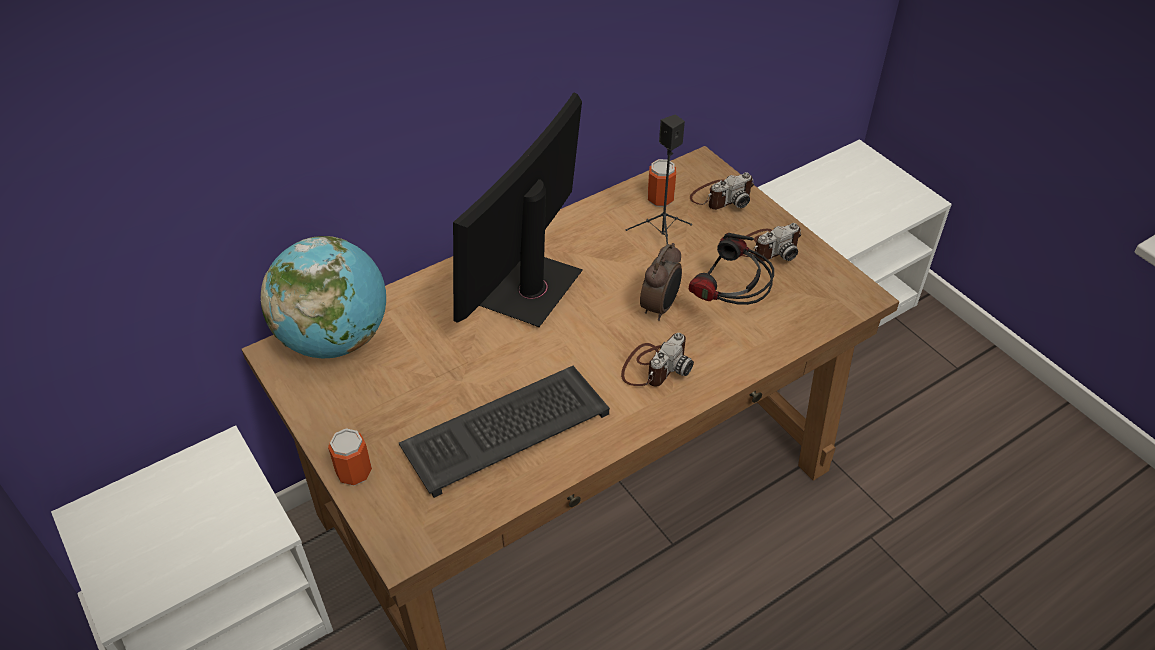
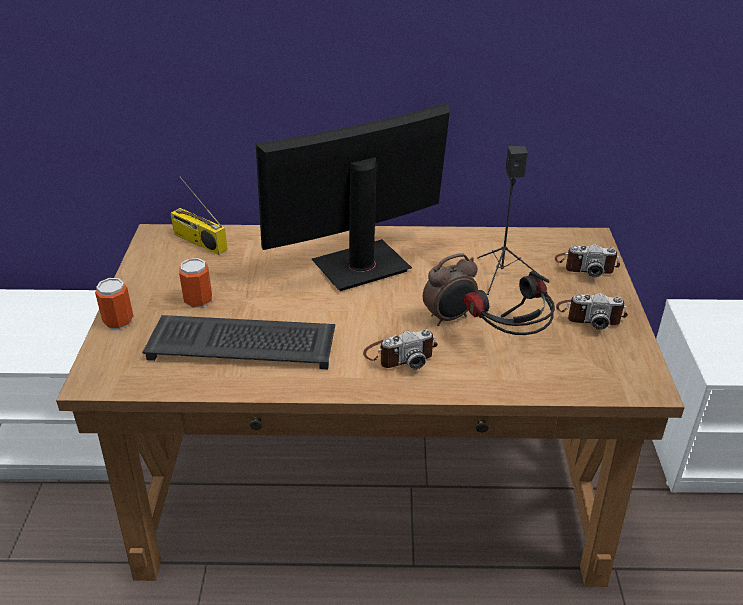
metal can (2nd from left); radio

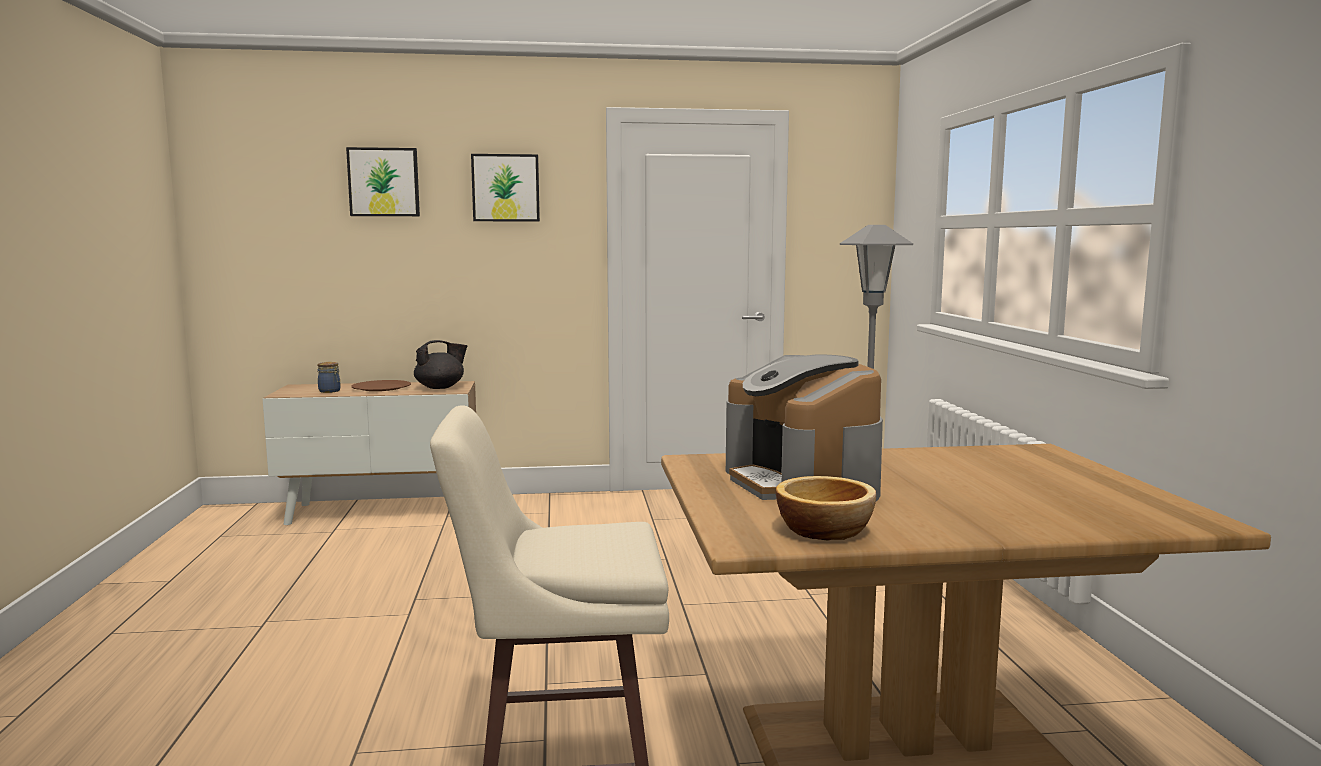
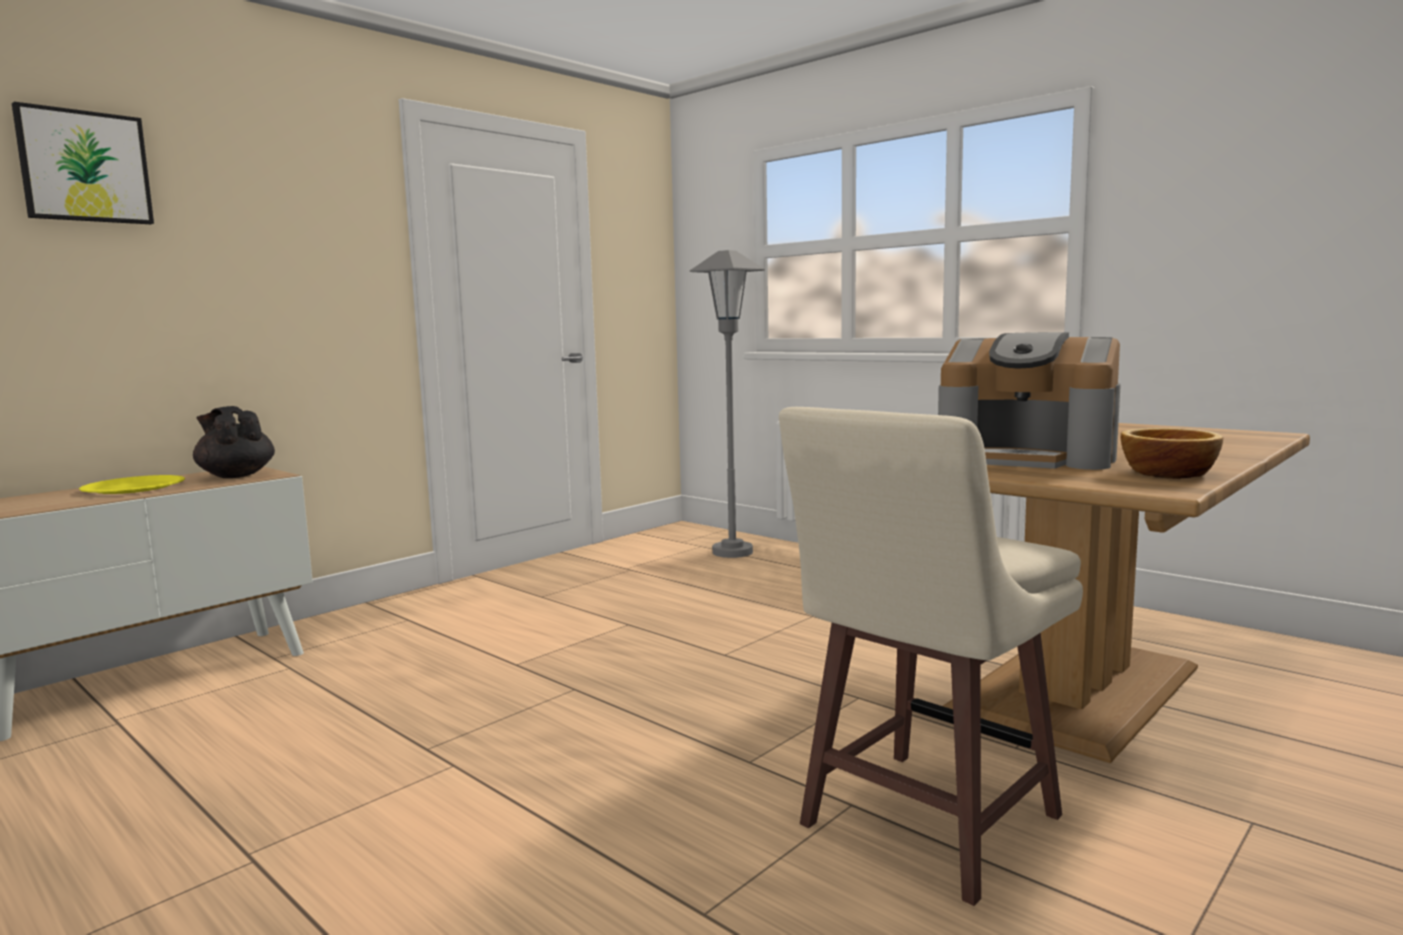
picture (2nd from left in the first image); blackish pot for tea; jar; yellow dinner plate

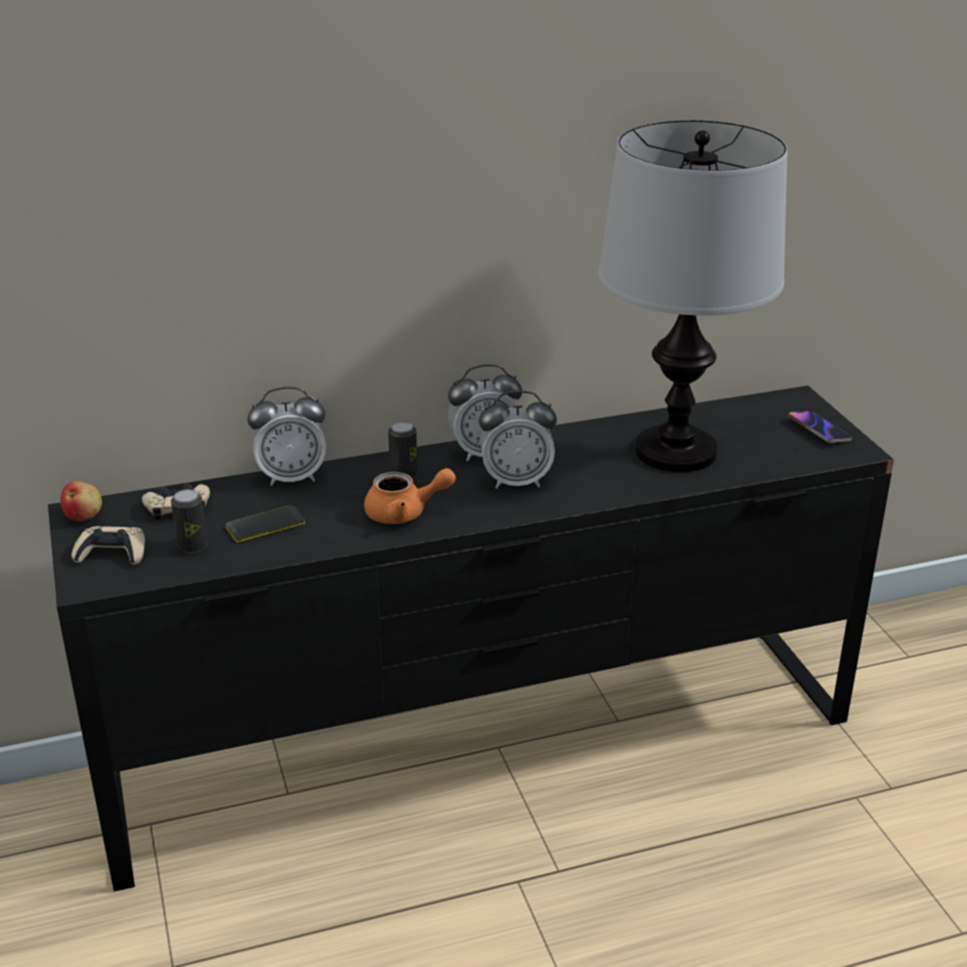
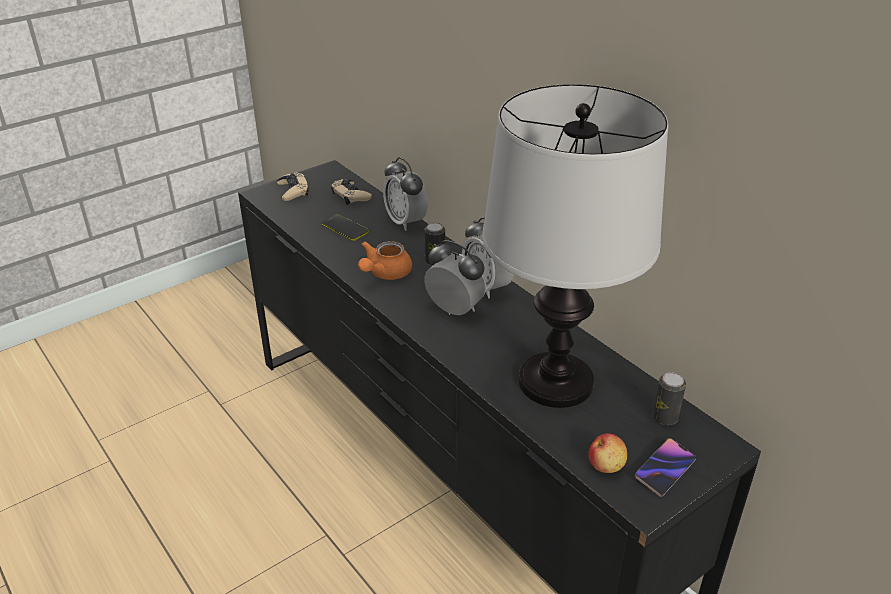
bedside clock (2nd from left); orangey pot for tea; apple fruit; metal can (2nd from left)

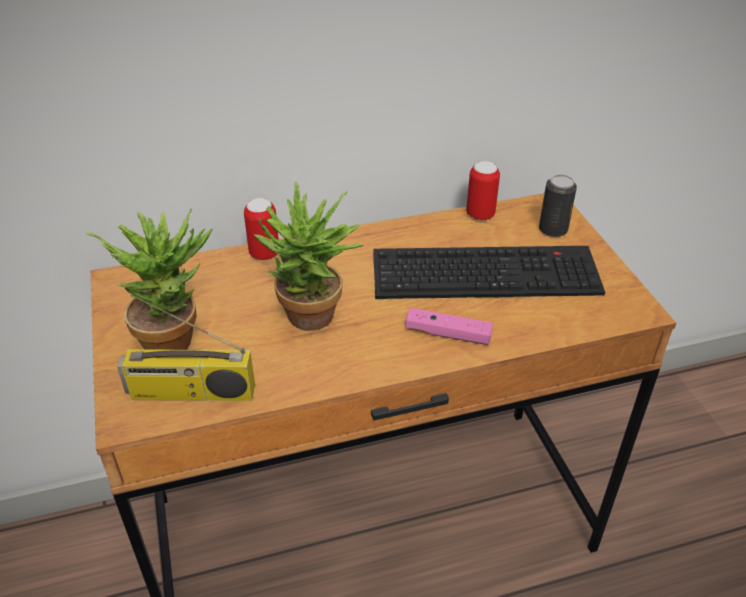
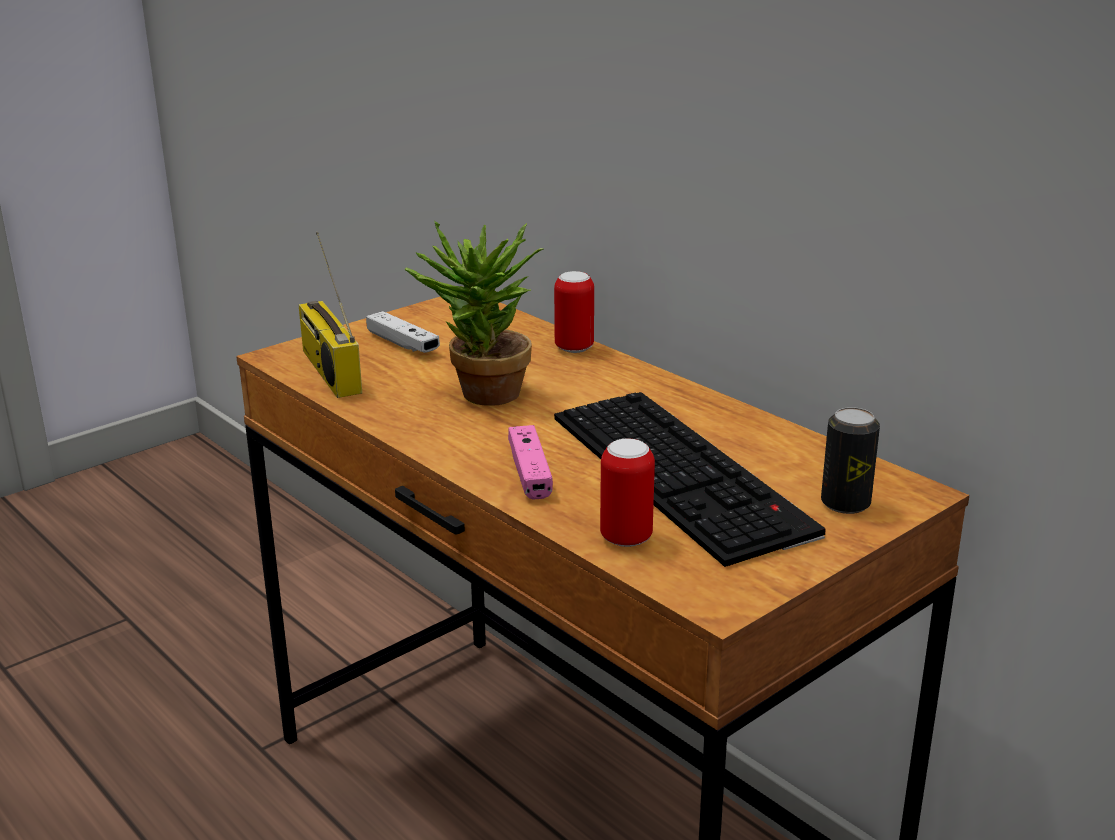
metal can (2nd from left); white game controller

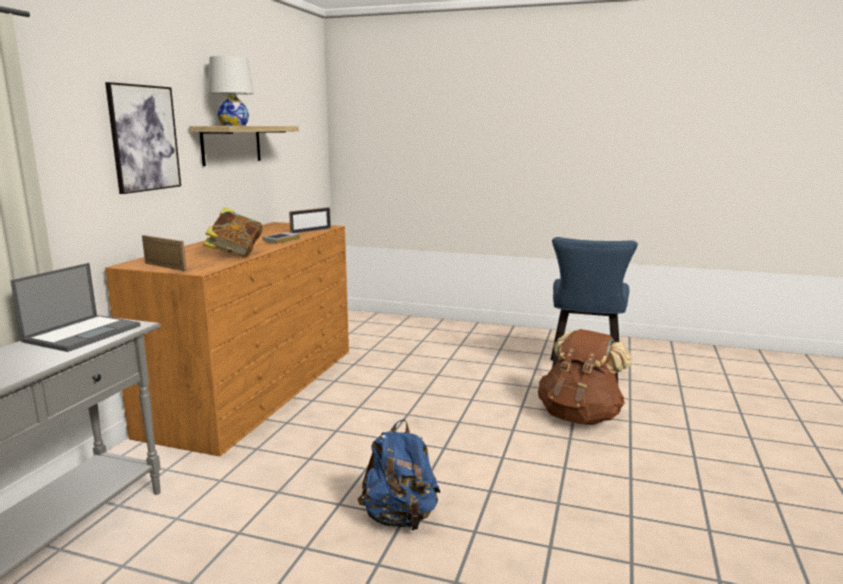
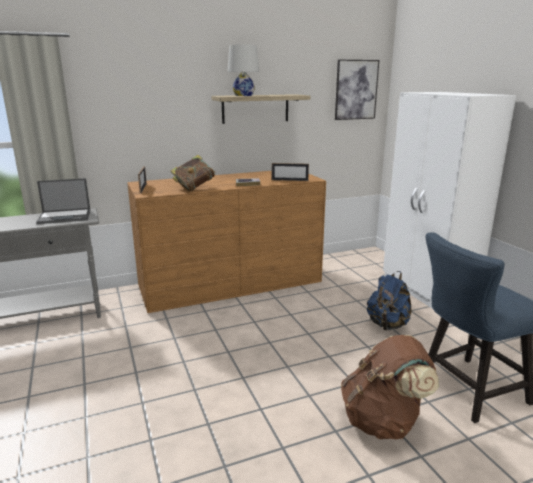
picture; blue knapsack; white wardrobe

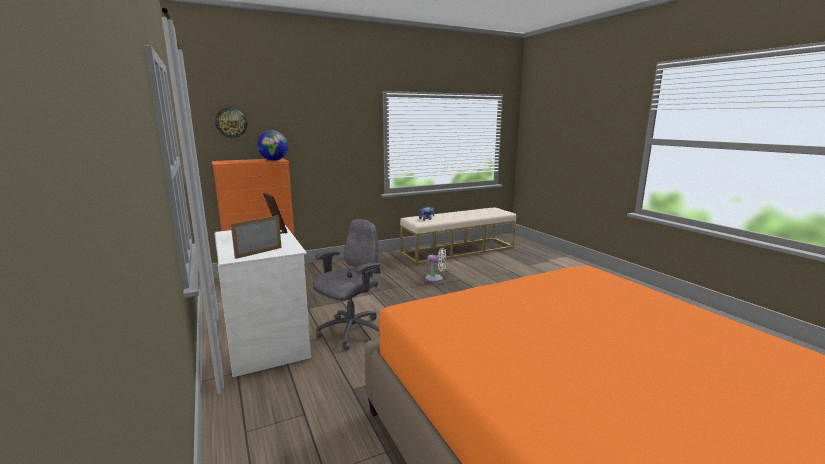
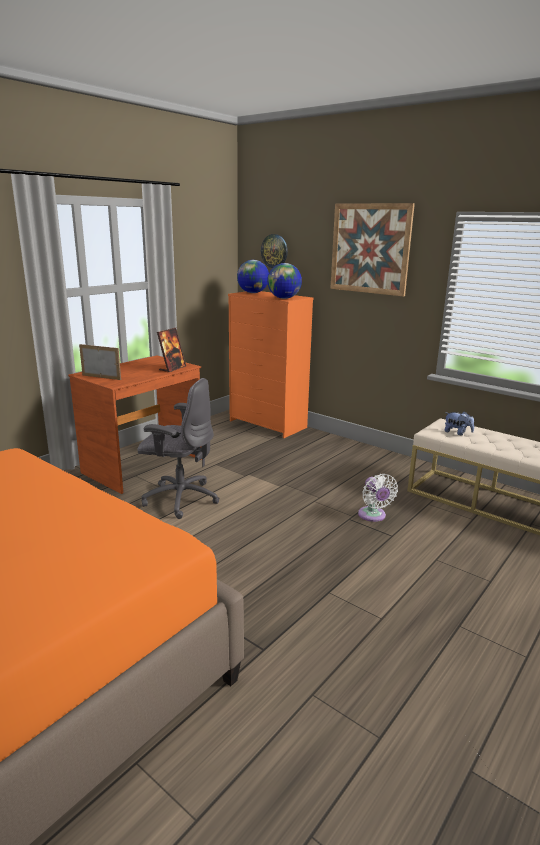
brown desk table; picture; desk globe (1st from left)

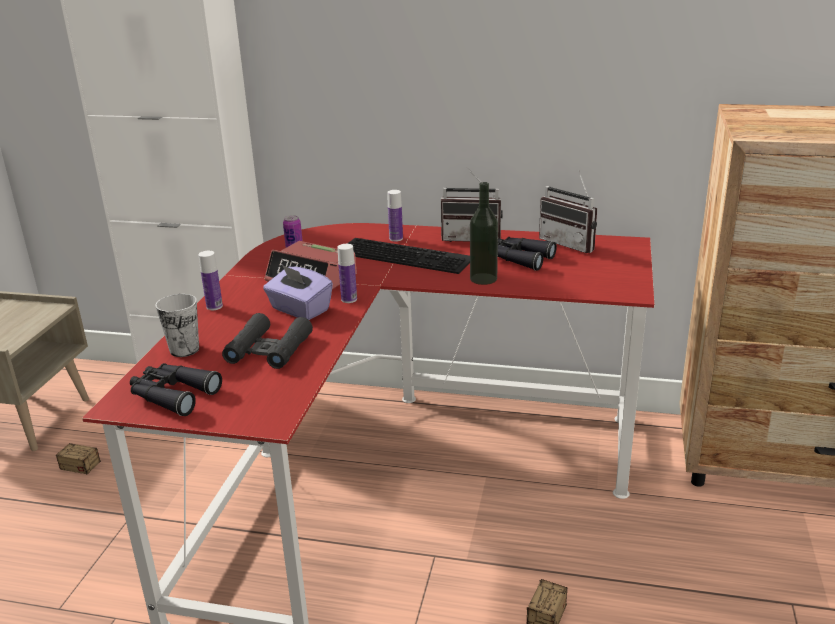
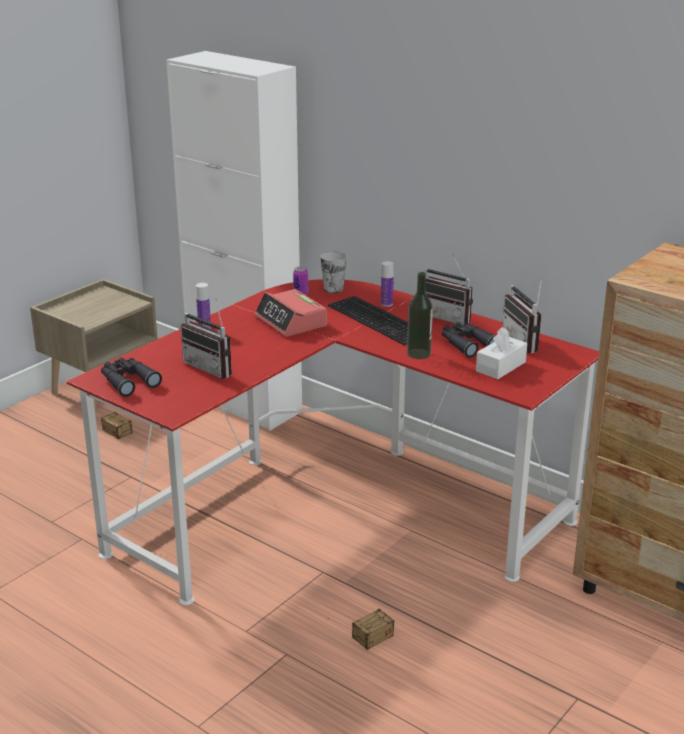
drink bottle (2nd from left in the first image); purplish tissue holder; cup; radio (1st from left); white tissue holder

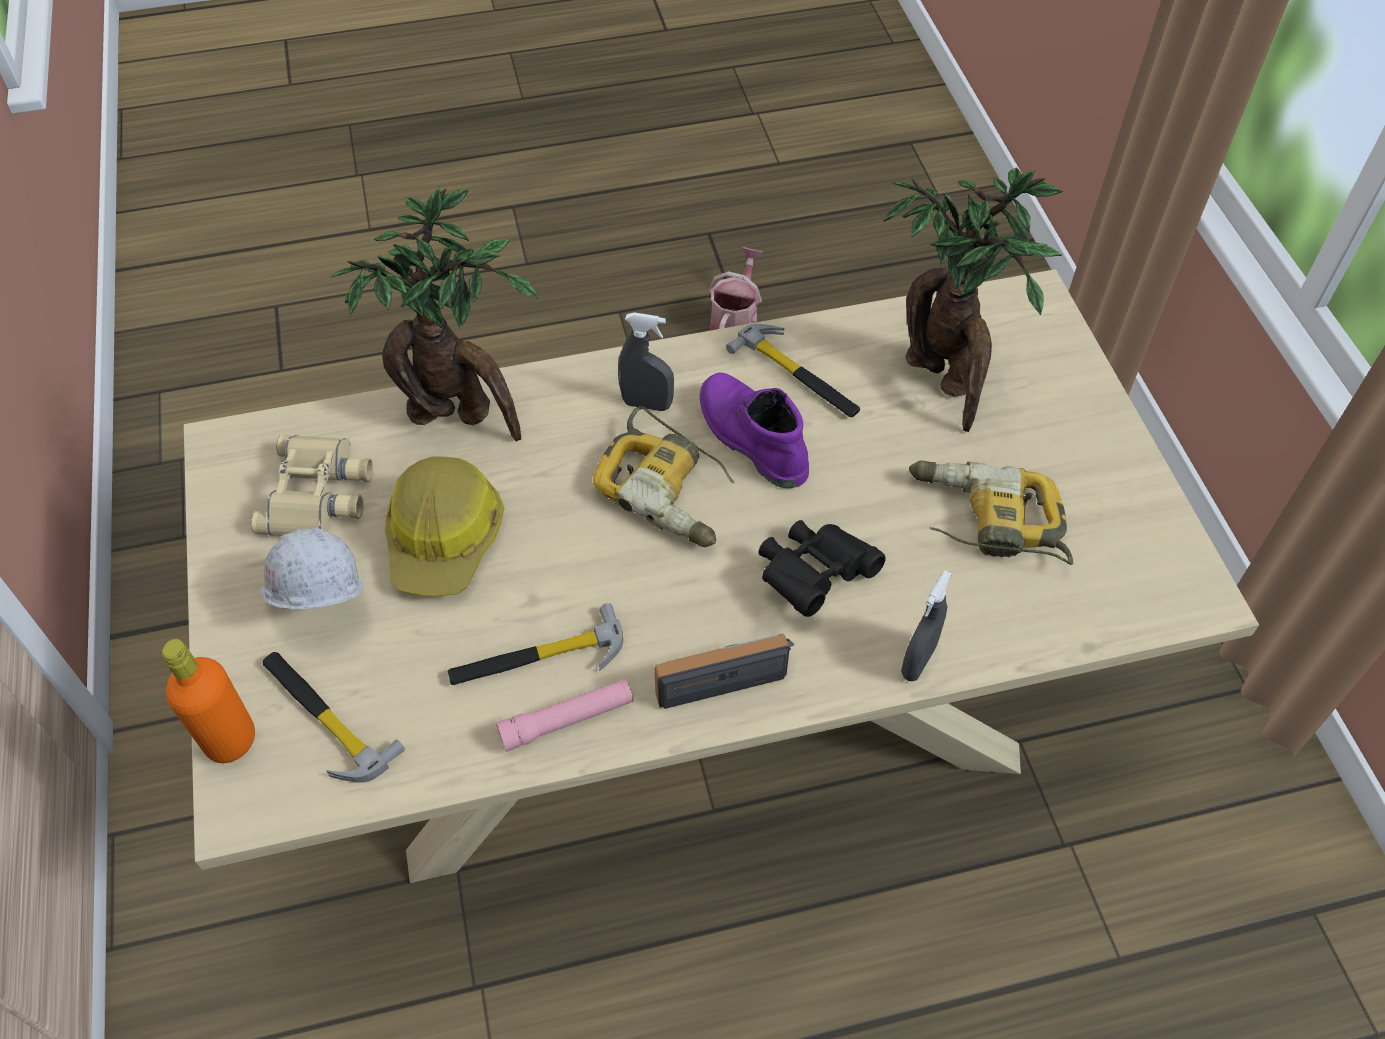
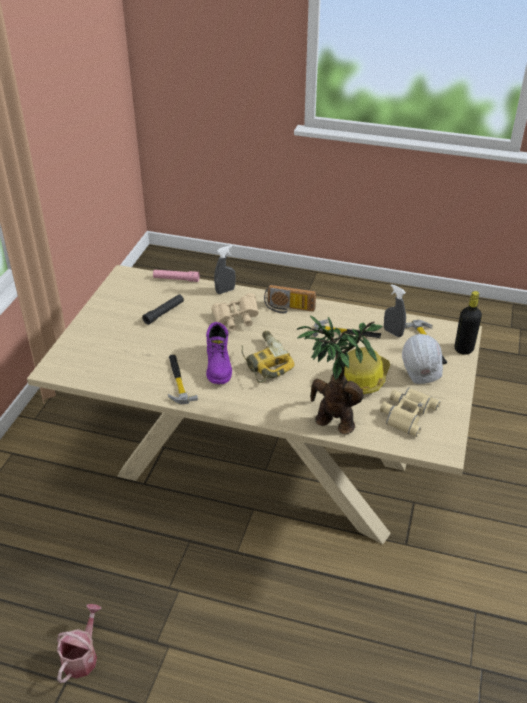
potted plant (2nd from left in the first image); watering can; greyish spray bottle (2nd from left); blackish flashlight; beige-coloured pair of binoculars (1st from left); blackish drink bottle; pinkish flashlight

